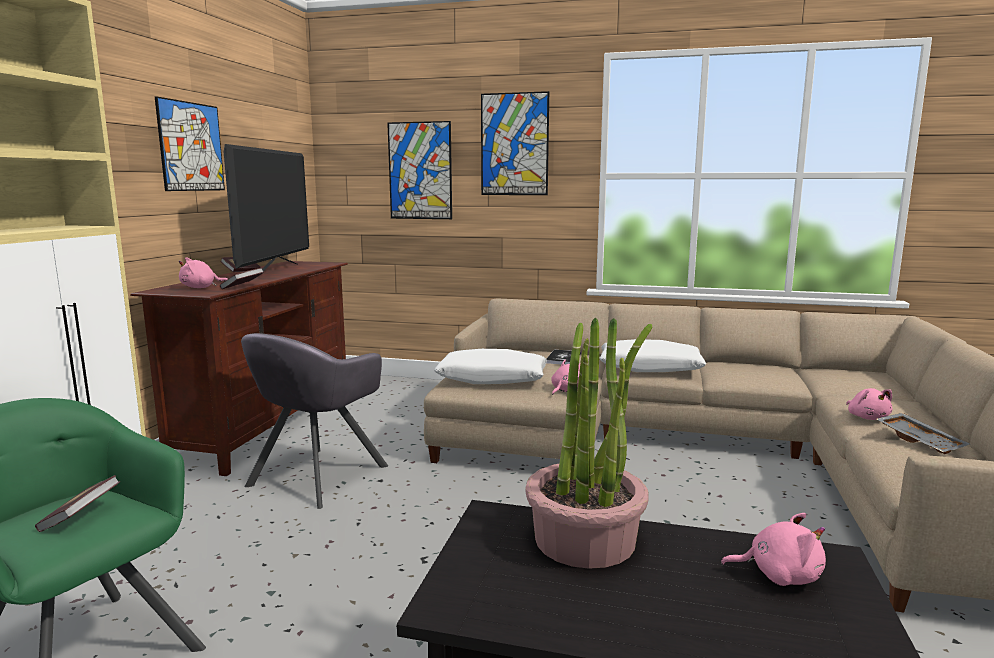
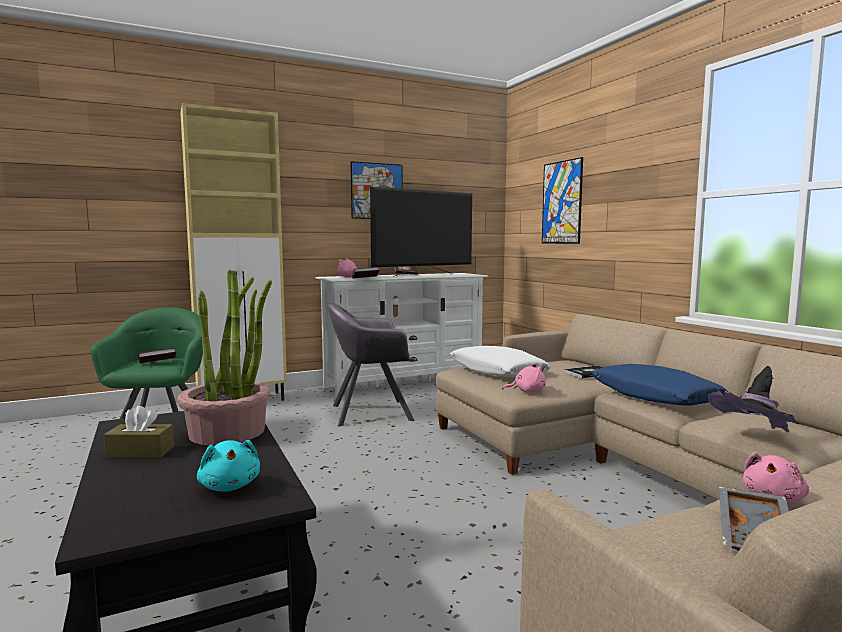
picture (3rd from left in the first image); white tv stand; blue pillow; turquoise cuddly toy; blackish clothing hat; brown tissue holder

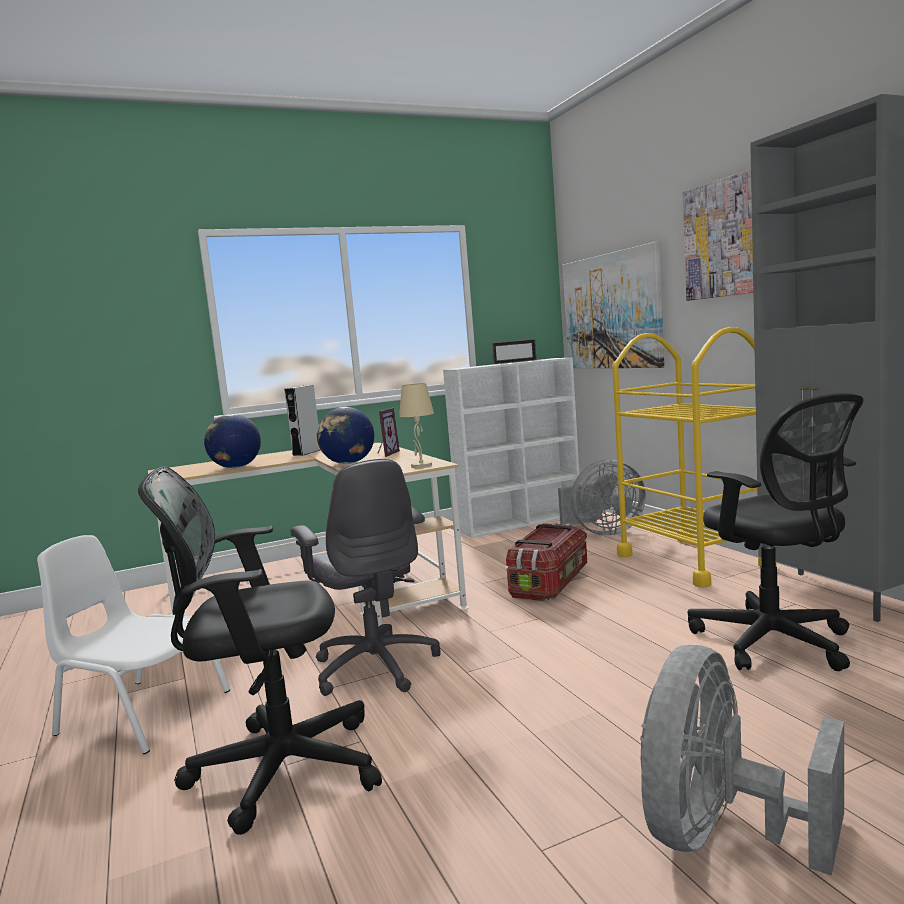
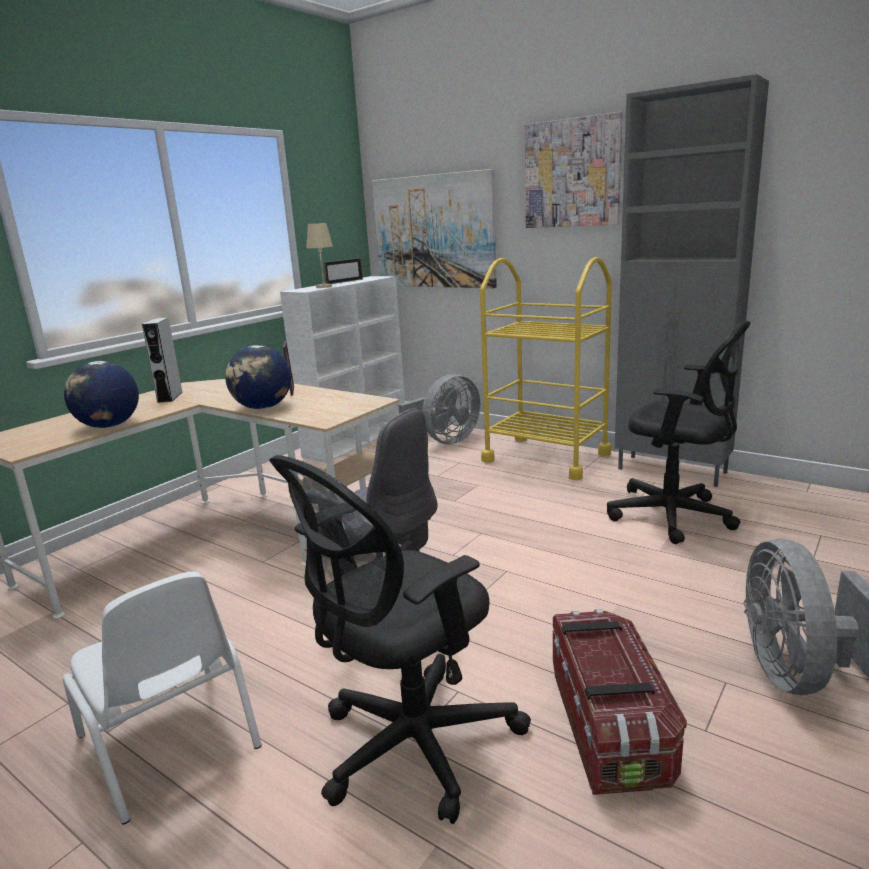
beige-coloured lamp for a table; storage bin; white plain chair

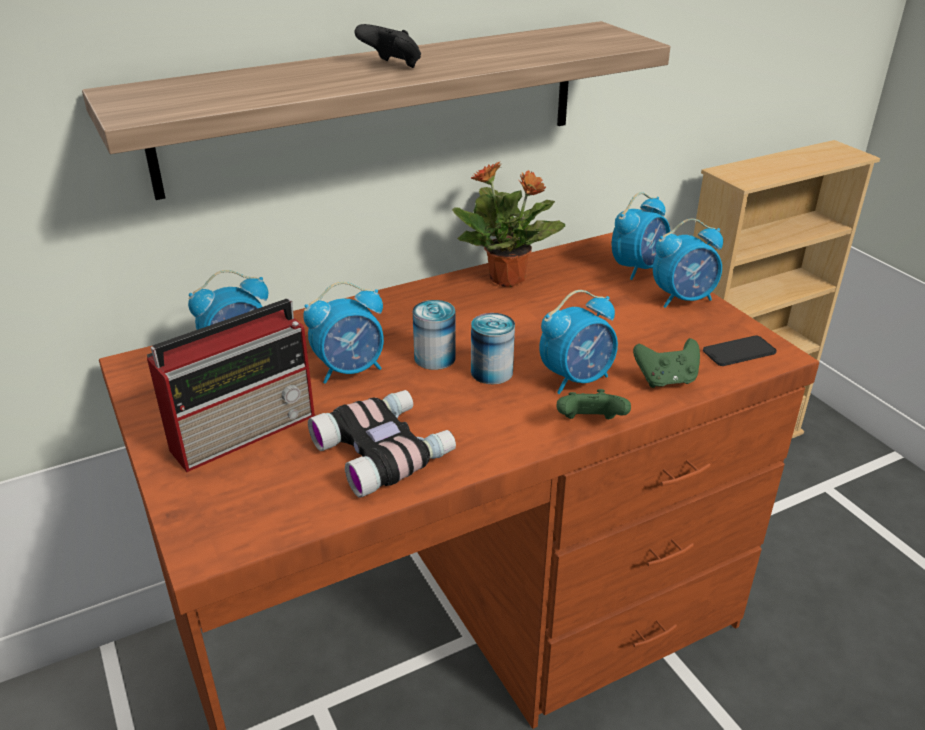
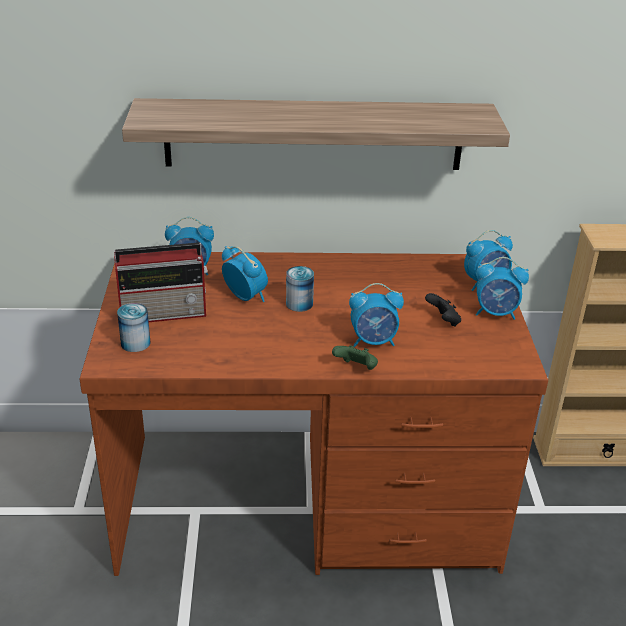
blackish game controller; potted plant; bedside clock (2nd from left); metal can (1st from left); handset; greenish game controller (2nd from left in the first image); pair of binoculars

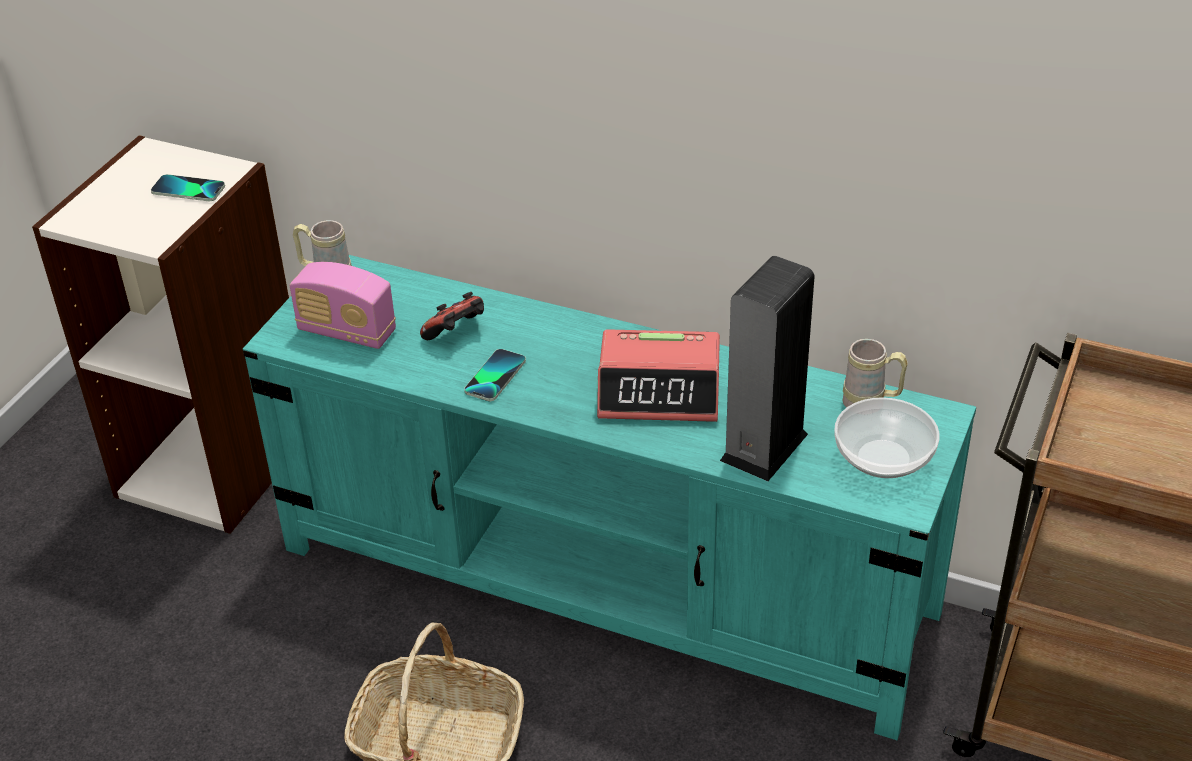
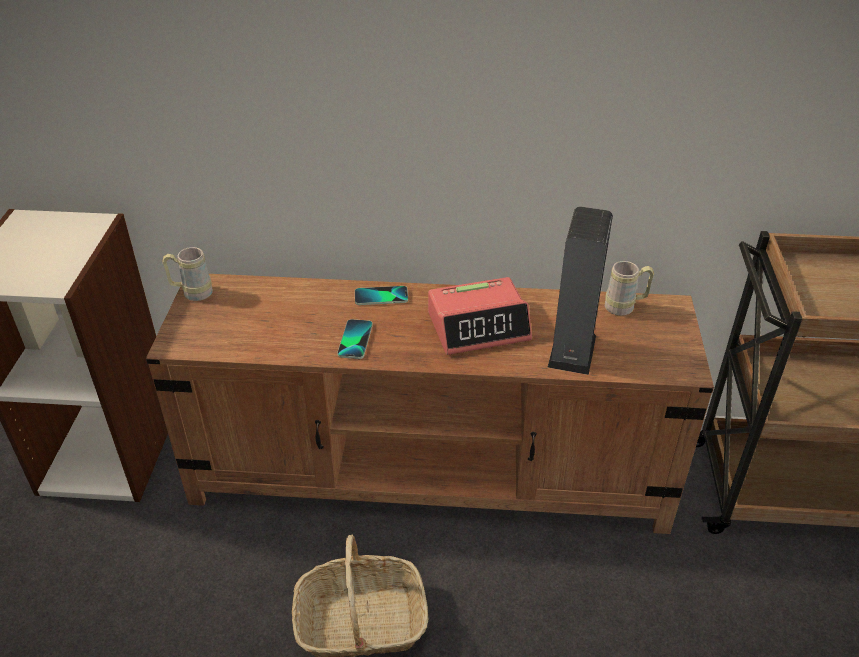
handset (2nd from left); brown tv stand; radio; game controller; serving bowl

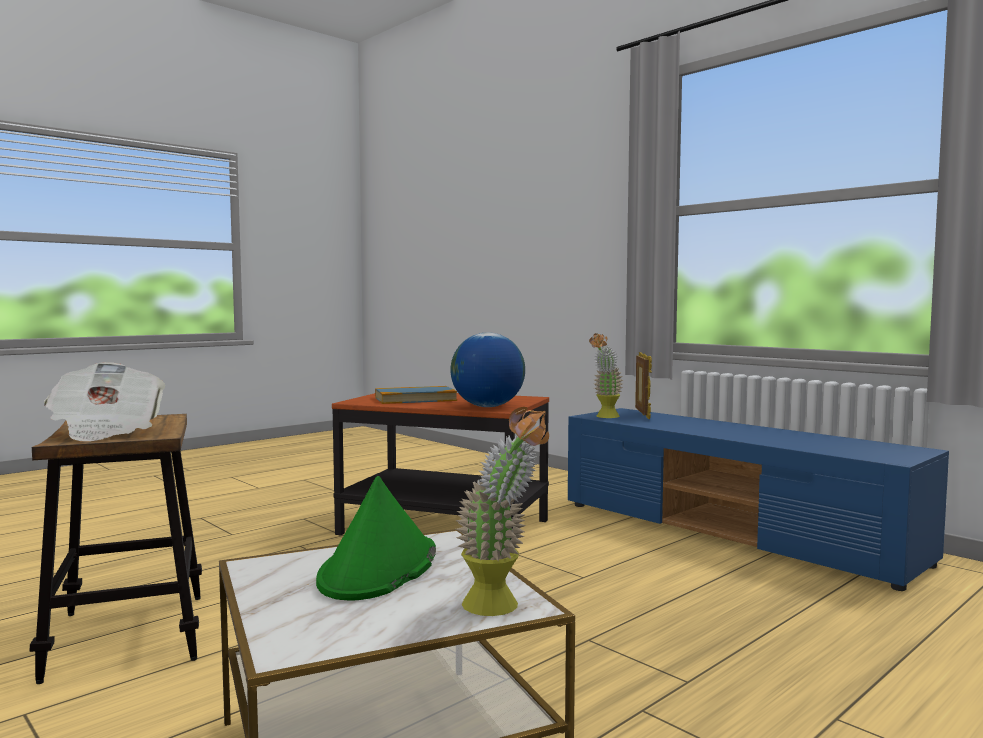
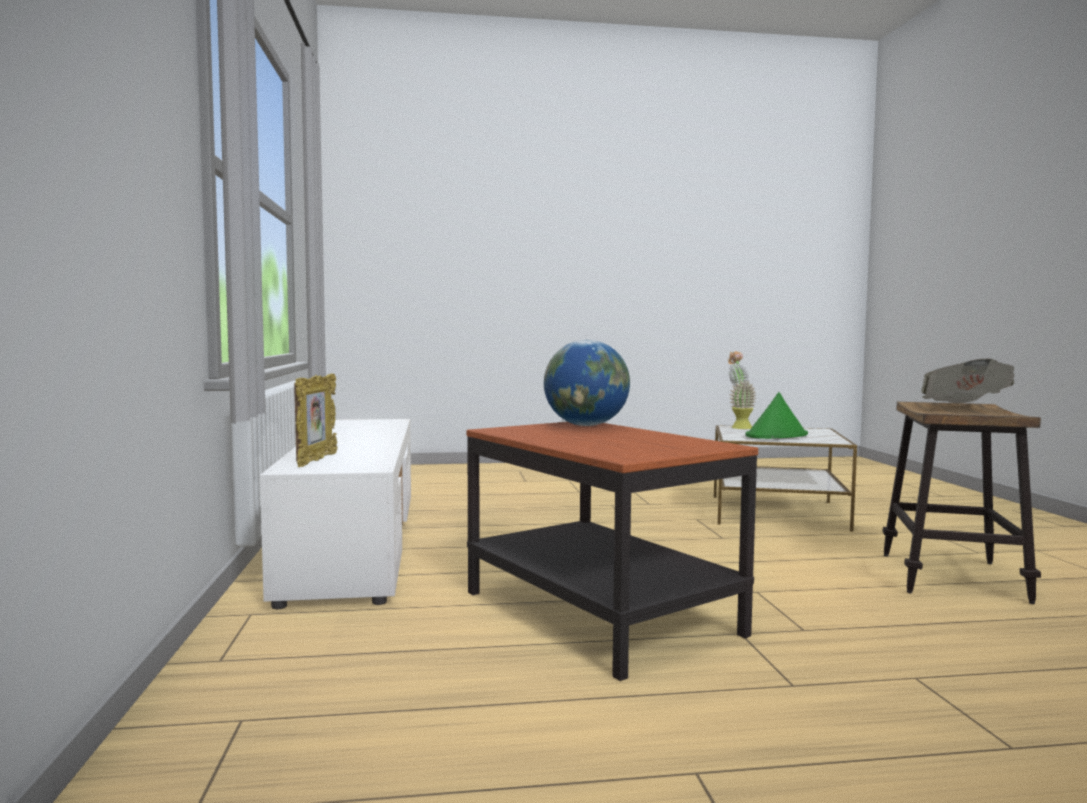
potted plant (2nd from left in the first image); standing frame; book; white tv stand

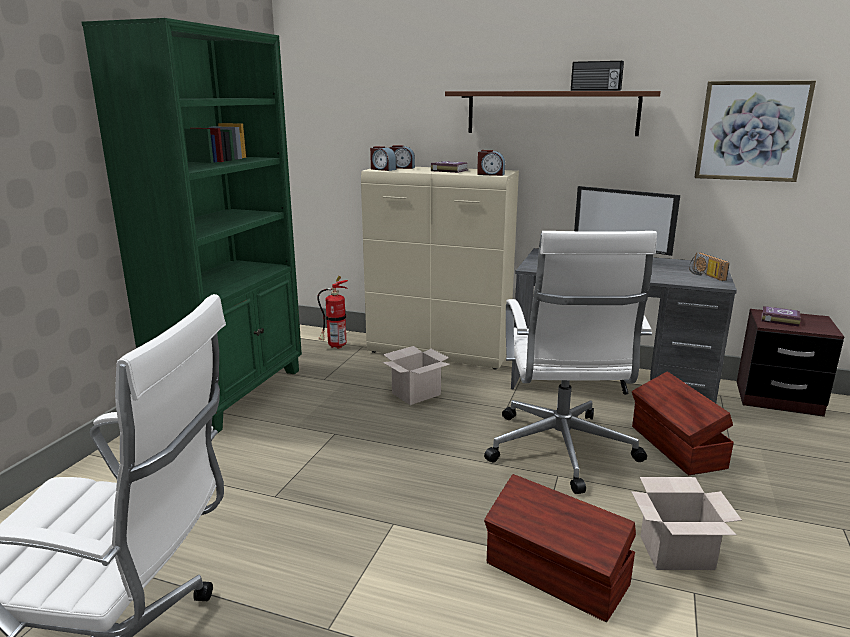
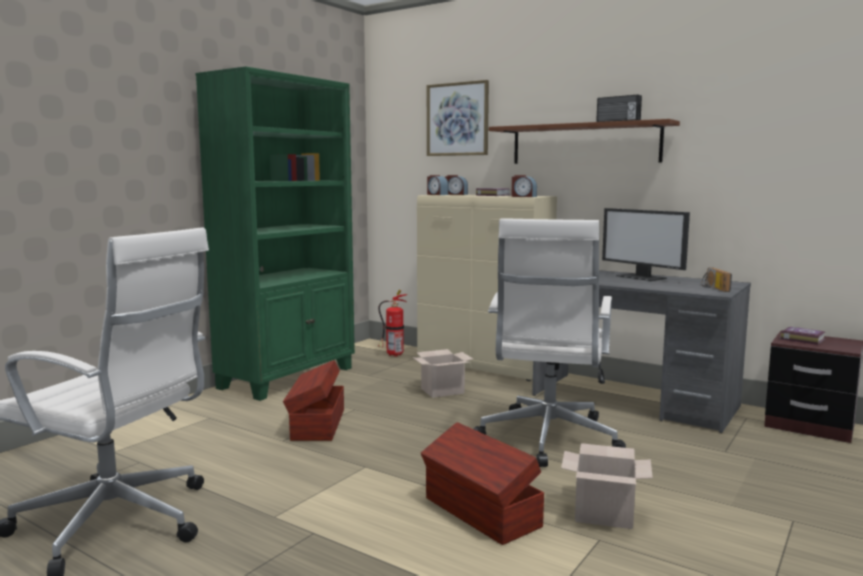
picture; brown storage bin (1st from left)

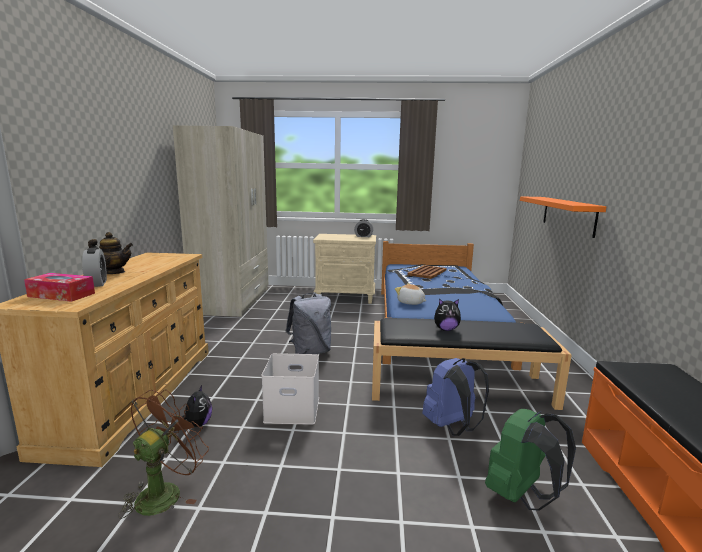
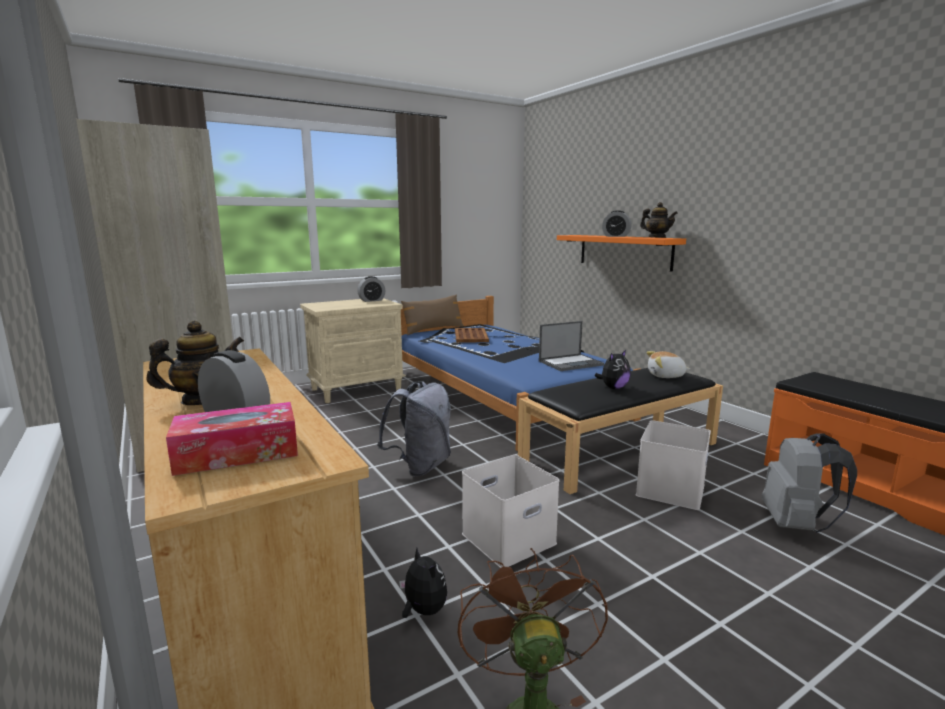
cuddly toy (3rd from left); white storage bin (2nd from left); greyish knapsack (2nd from left); pot for tea (2nd from left); bedside clock (3rd from left); brown pillow; notebook computer

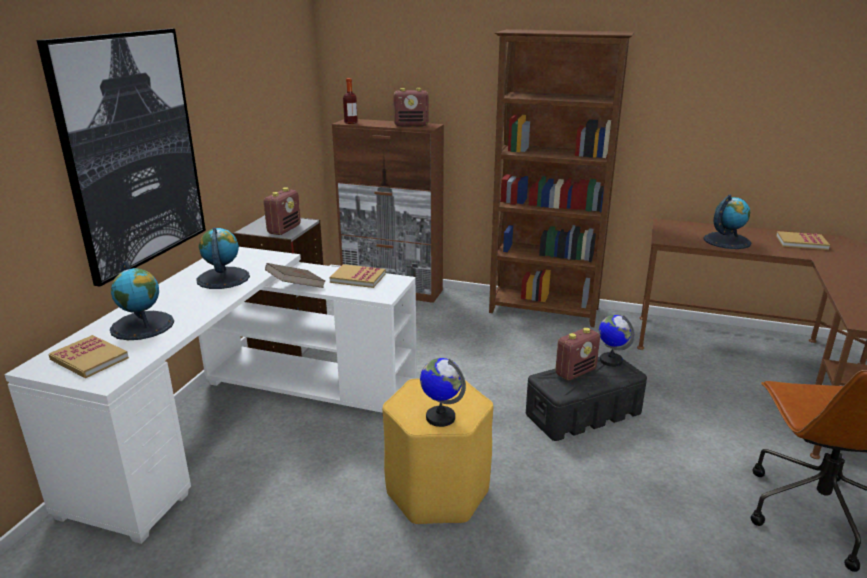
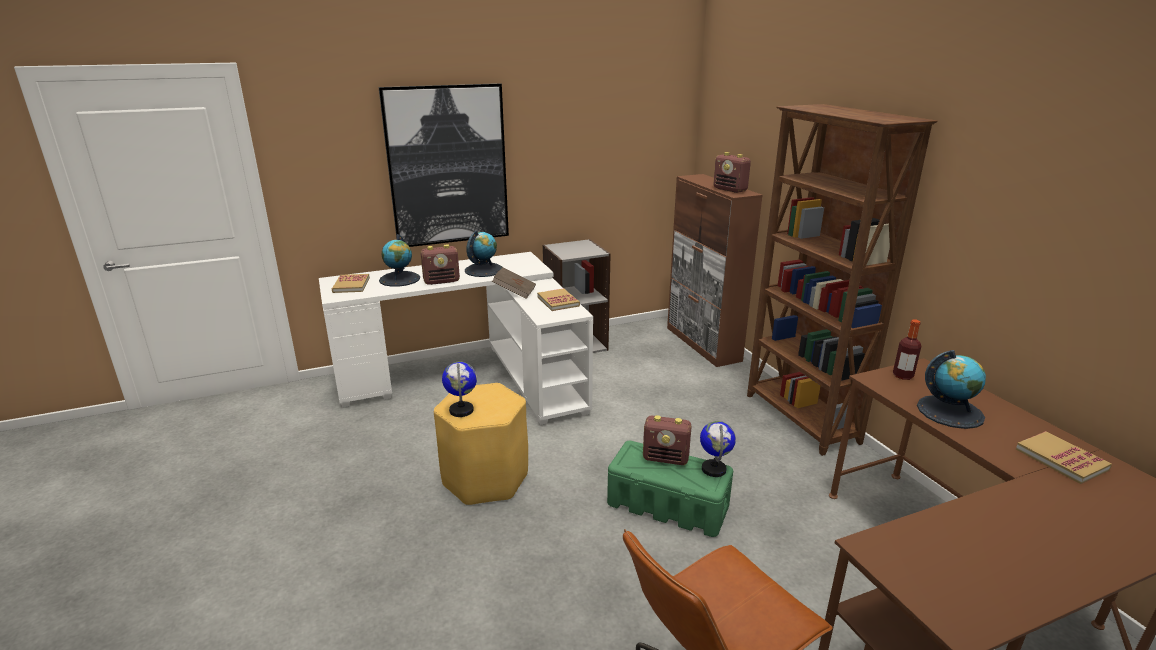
drink bottle; radio (1st from left); greenish storage bin

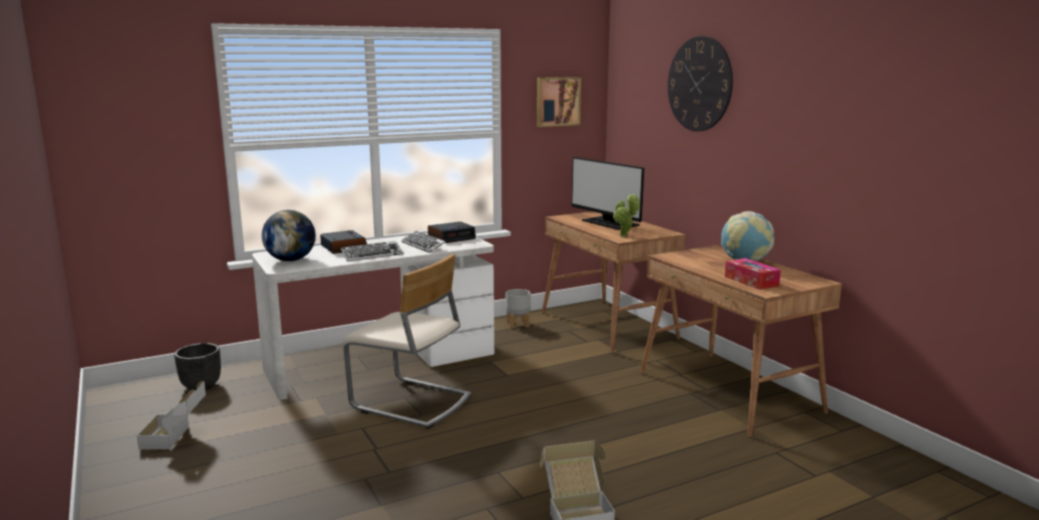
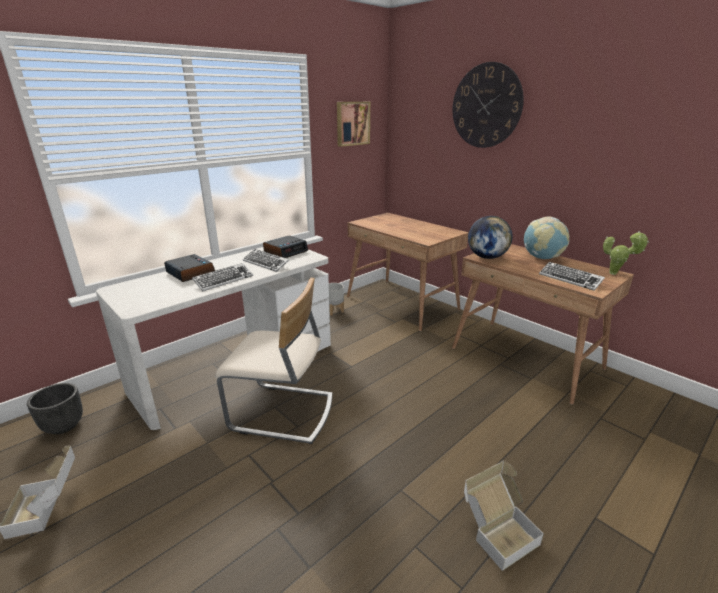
computer screen; potted plant; desk globe (1st from left); PC keyboard (3rd from left)

